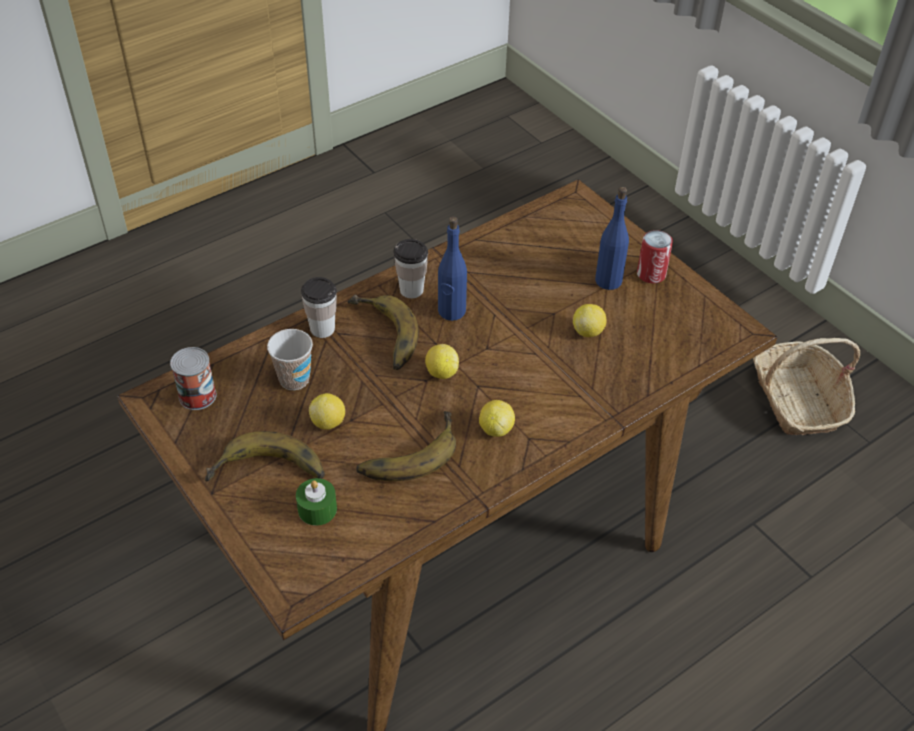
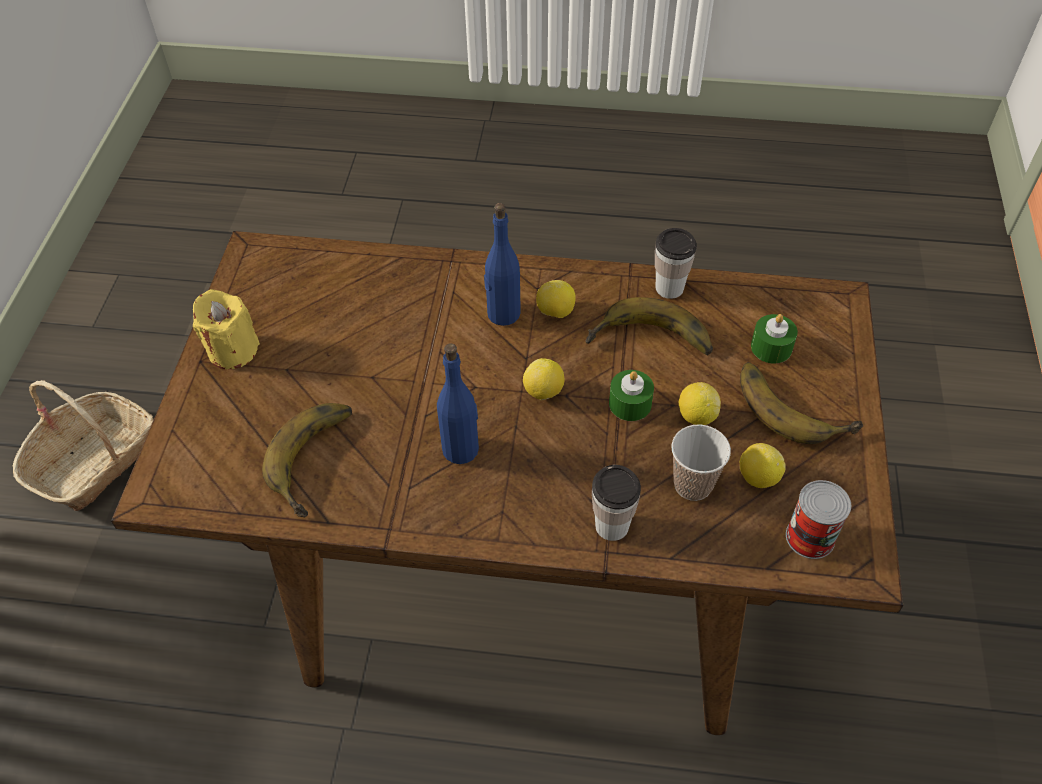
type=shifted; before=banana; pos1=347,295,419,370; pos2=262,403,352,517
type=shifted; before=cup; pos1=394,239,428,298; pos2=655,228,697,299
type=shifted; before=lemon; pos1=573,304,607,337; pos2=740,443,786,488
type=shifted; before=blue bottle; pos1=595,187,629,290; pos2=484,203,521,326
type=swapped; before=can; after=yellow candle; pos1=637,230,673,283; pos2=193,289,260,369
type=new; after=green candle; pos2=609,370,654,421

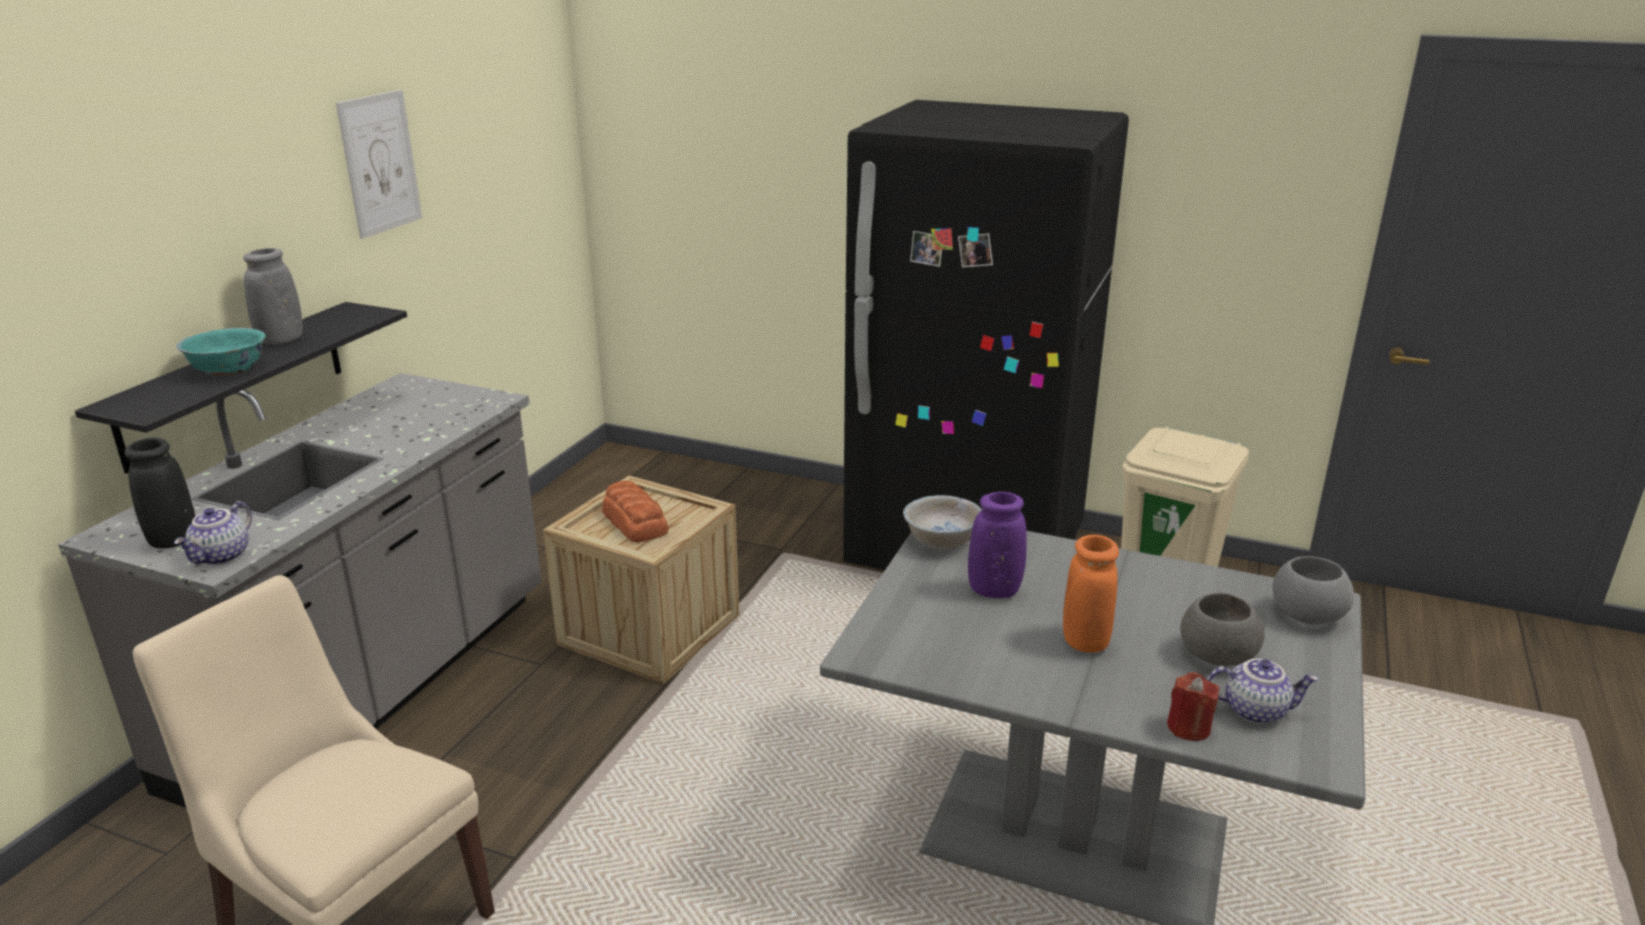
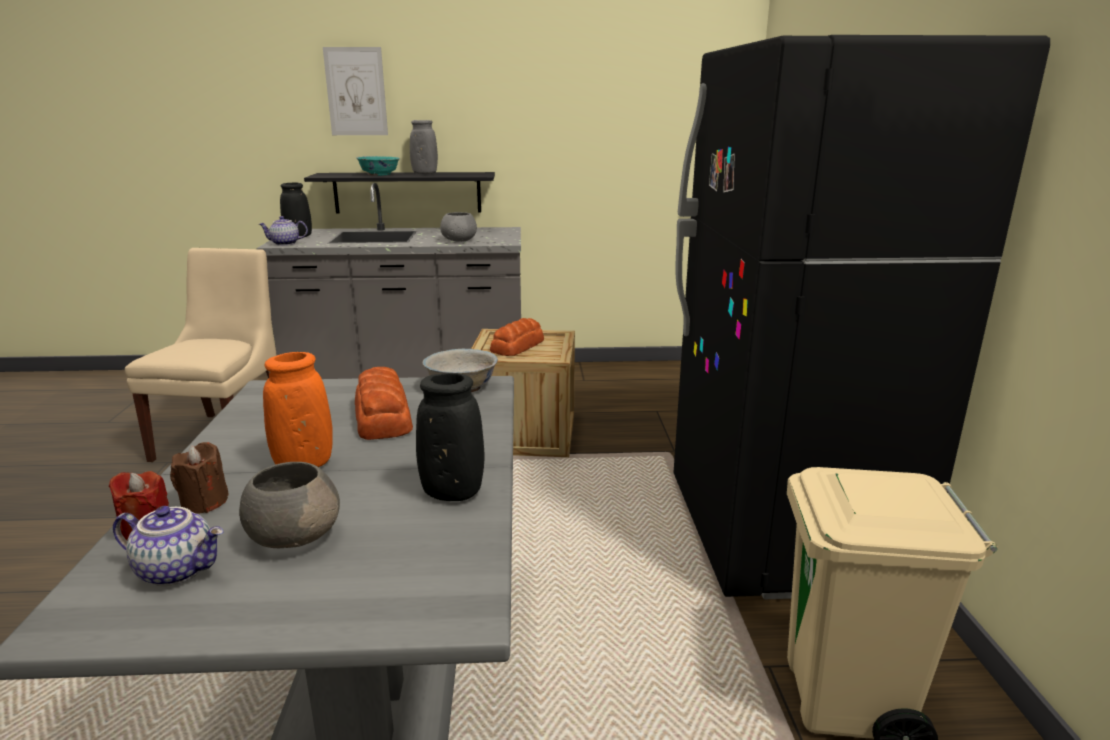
type=shifted; before=picture; pos1=336,90,422,239; pos2=323,47,388,135
type=swapped; before=purple vase; after=bread; pos1=968,492,1027,598; pos2=355,367,413,440
type=rotated; before=teapot; pos1=1207,659,1319,724; pos2=113,506,224,586; turn=-60
type=shifted; before=grey bowl; pos1=1273,556,1354,624; pos2=440,212,477,242
type=new; after=brown candle; pos2=170,442,229,514
type=new; after=black vase; pos2=416,373,485,501

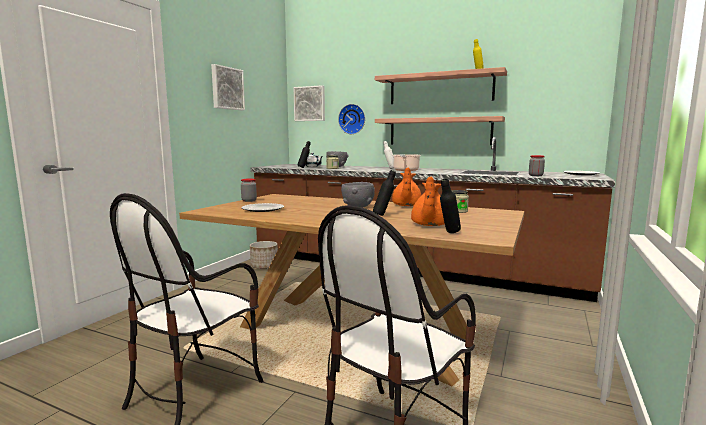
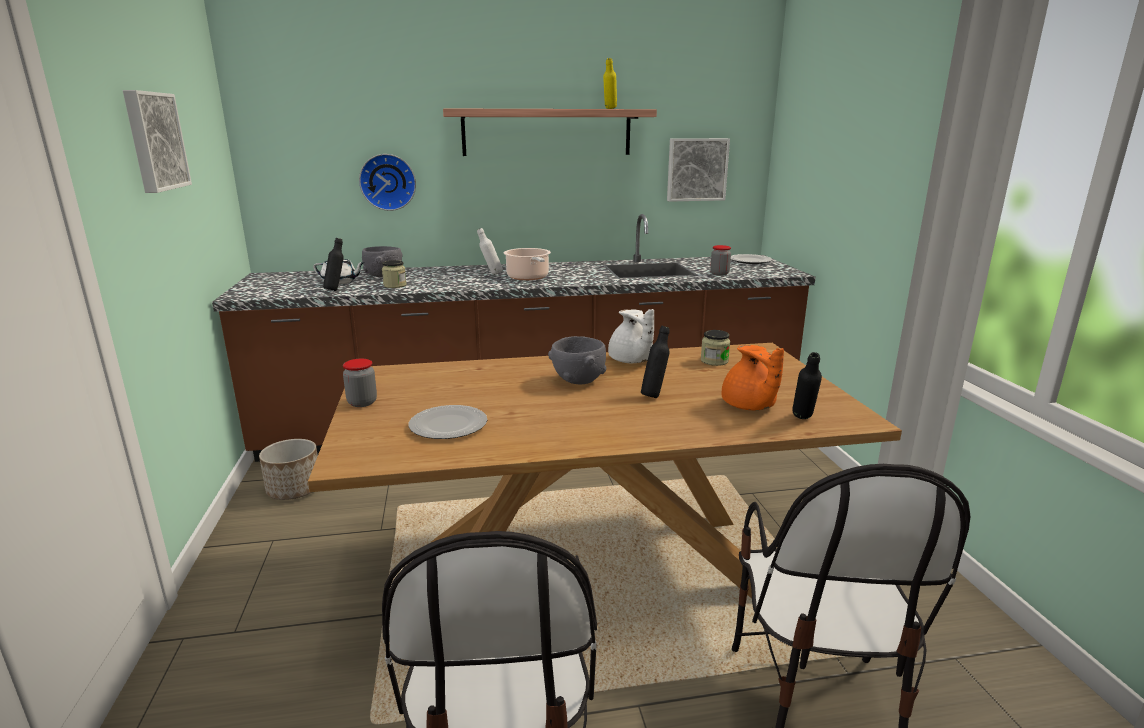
type=shifted; before=picture; pos1=293,85,325,121; pos2=667,138,730,202
type=gone; before=shelf; pos1=375,116,505,145
type=repainted; before=orange teapot; after=white teapot; pos1=392,167,421,206; pos2=608,309,654,363

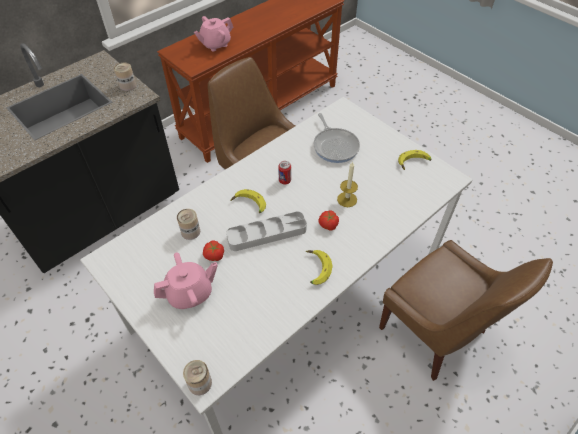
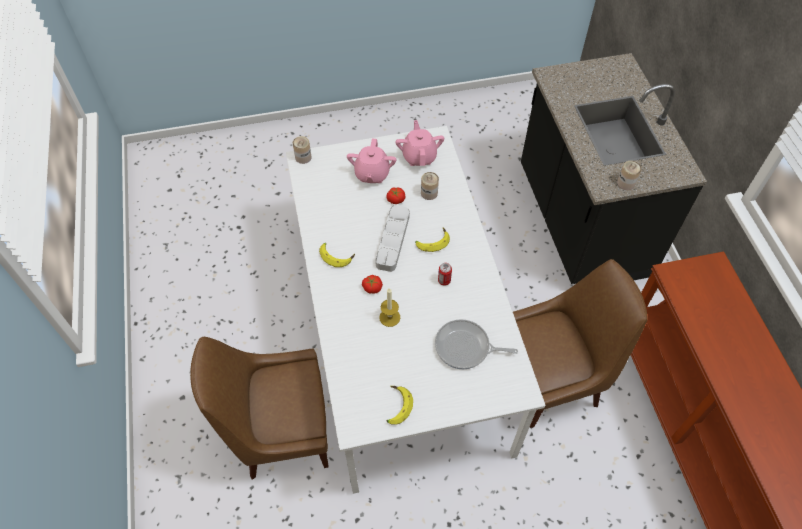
type=shifted; before=pink teapot; pos1=194,16,233,52; pos2=395,120,444,166

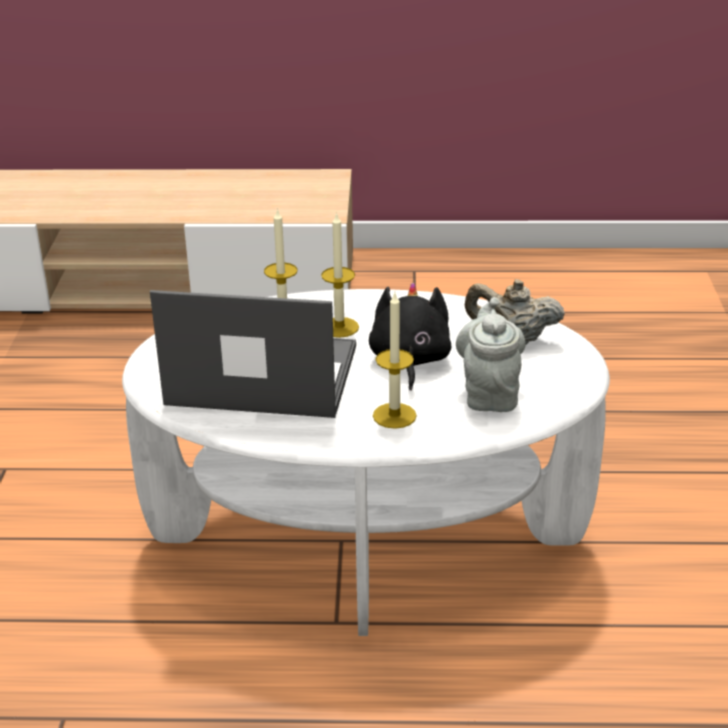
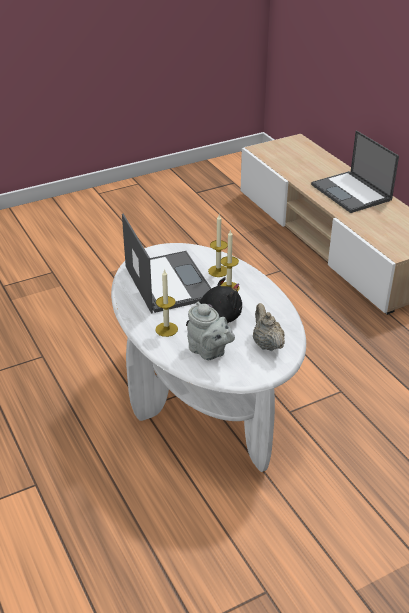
type=rotated; before=grey teapot; pos1=456,297,526,412; pos2=187,302,235,360; turn=75
type=new; after=laptop; pos2=311,130,399,213

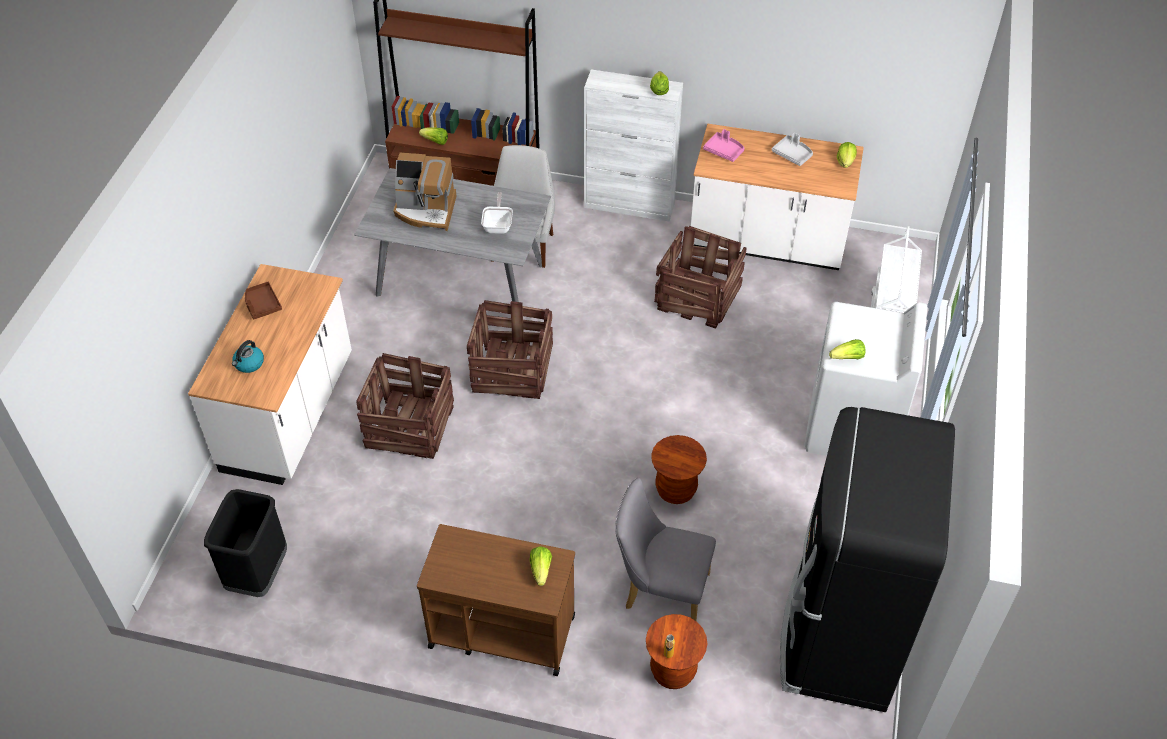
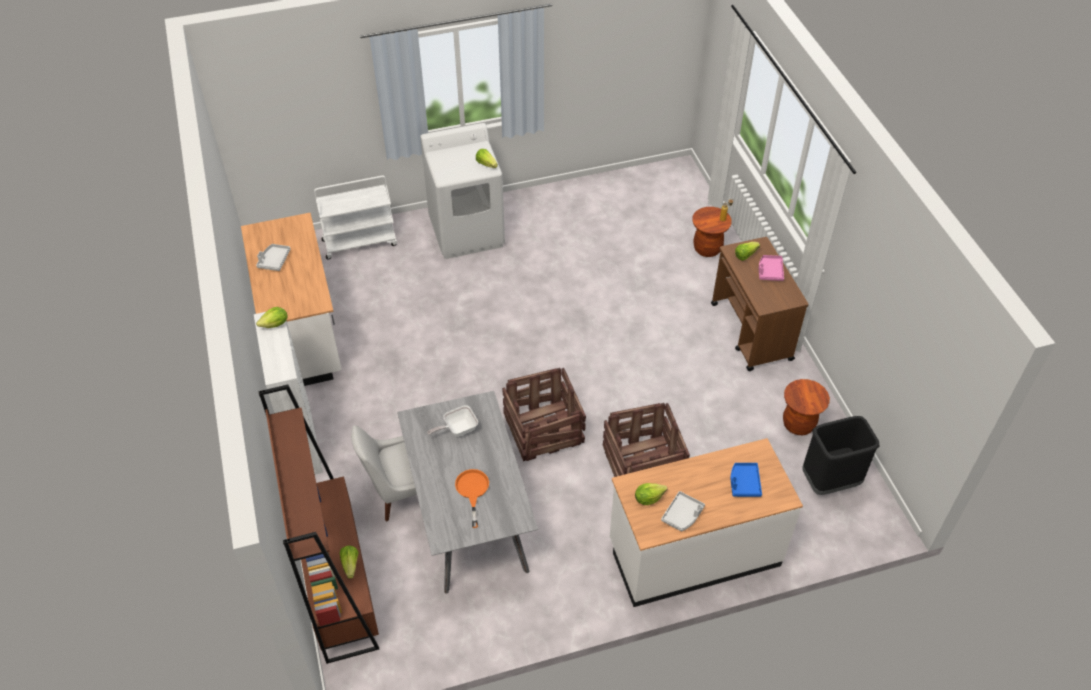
type=swapped; before=kettle; after=blue tray; pos1=232,340,264,373; pos2=731,463,762,497
type=repainted; before=brown tray; after=grey tray; pos1=245,282,282,319; pos2=661,491,705,531
type=swapped; before=coffee machine; after=orange frying pan; pos1=393,153,456,231; pos2=455,469,489,528
type=gone; before=grey chair; pos1=615,478,716,621
type=shifted; before=brown stool; pos1=651,435,707,504; pos2=783,379,830,435
type=gone; before=crate; pos1=654,226,747,329
type=shifted; before=pink tray; pos1=703,129,744,162; pos2=759,255,784,281
type=gone; before=black fridge; pos1=780,407,955,712
type=shifted; before=lettuce; pos1=837,142,857,168; pos2=635,483,667,505

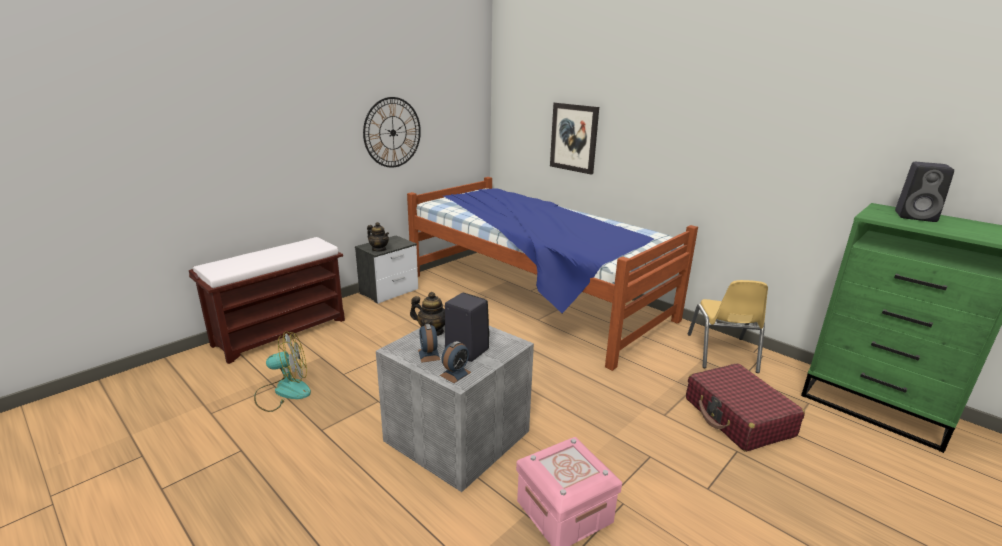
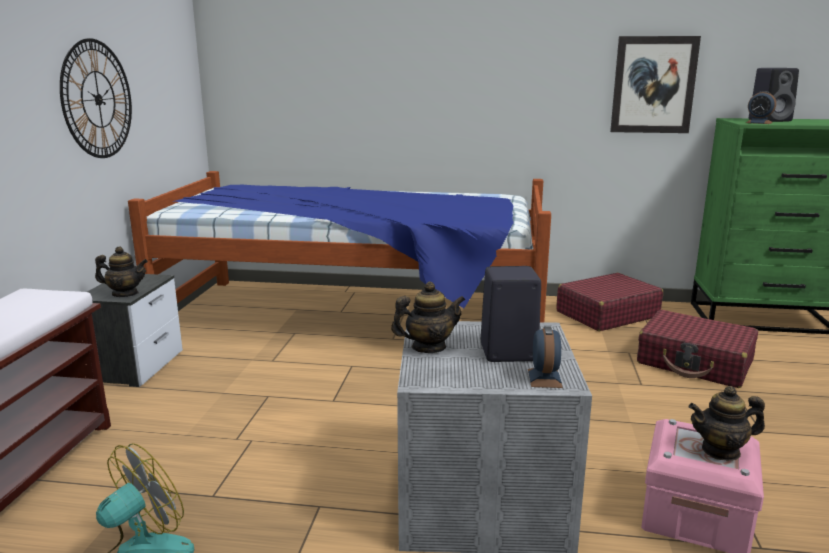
type=shifted; before=alarm clock; pos1=418,324,440,363; pos2=746,91,776,124
type=shifted; before=picture; pos1=550,102,599,175; pos2=610,36,701,133
type=swapped; before=yellow chair; after=red suitcase; pos1=688,280,768,373; pos2=556,273,663,331
type=new; after=teapot; pos2=689,386,765,461

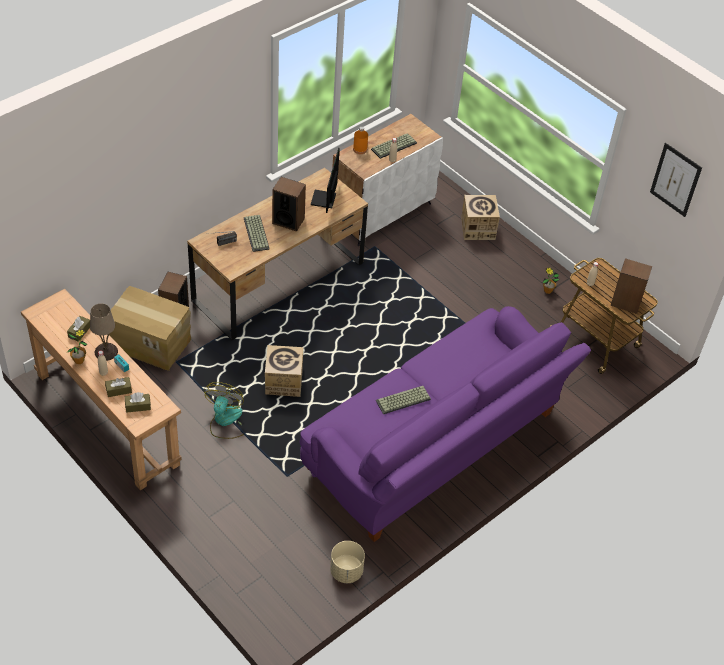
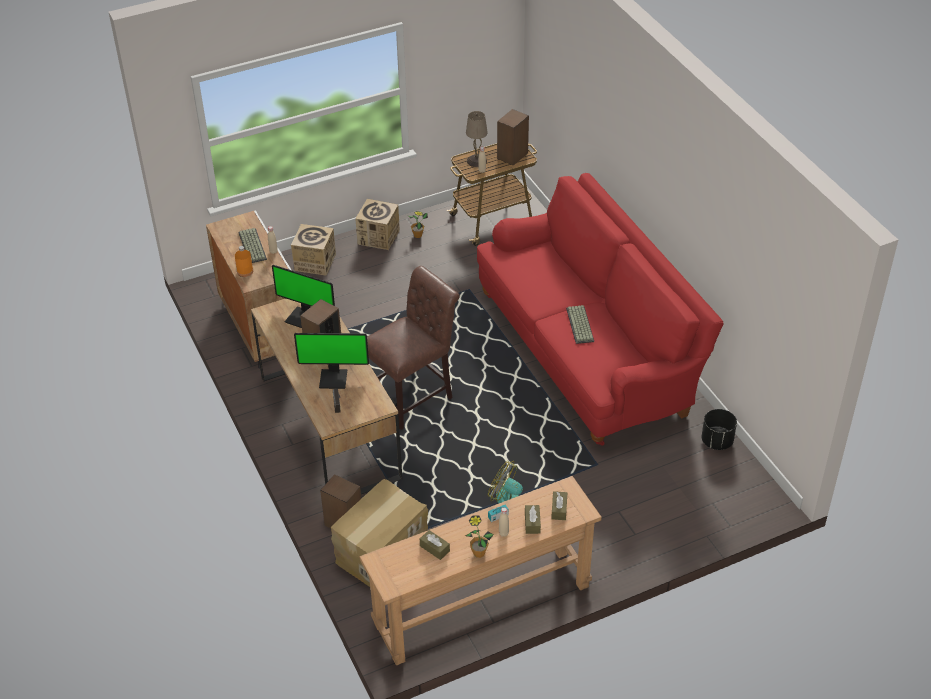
type=shifted; before=beige table lamp; pos1=90,303,118,361; pos2=466,111,488,167
type=swapped; before=keyboard; after=monitor; pos1=244,215,270,252; pos2=294,333,369,389
type=shifted; before=cardboard box; pos1=265,345,303,397; pos2=355,199,400,250
type=repainted; before=purple sofa; after=red sofa; pos1=300,306,591,542; pos2=477,173,723,446
type=repainted; before=beige planter; after=black planter; pos1=330,541,365,583; pos2=702,409,737,450
type=gone; before=picture; pos1=650,143,702,217
type=new; after=brown chair; pos2=367,266,460,430

